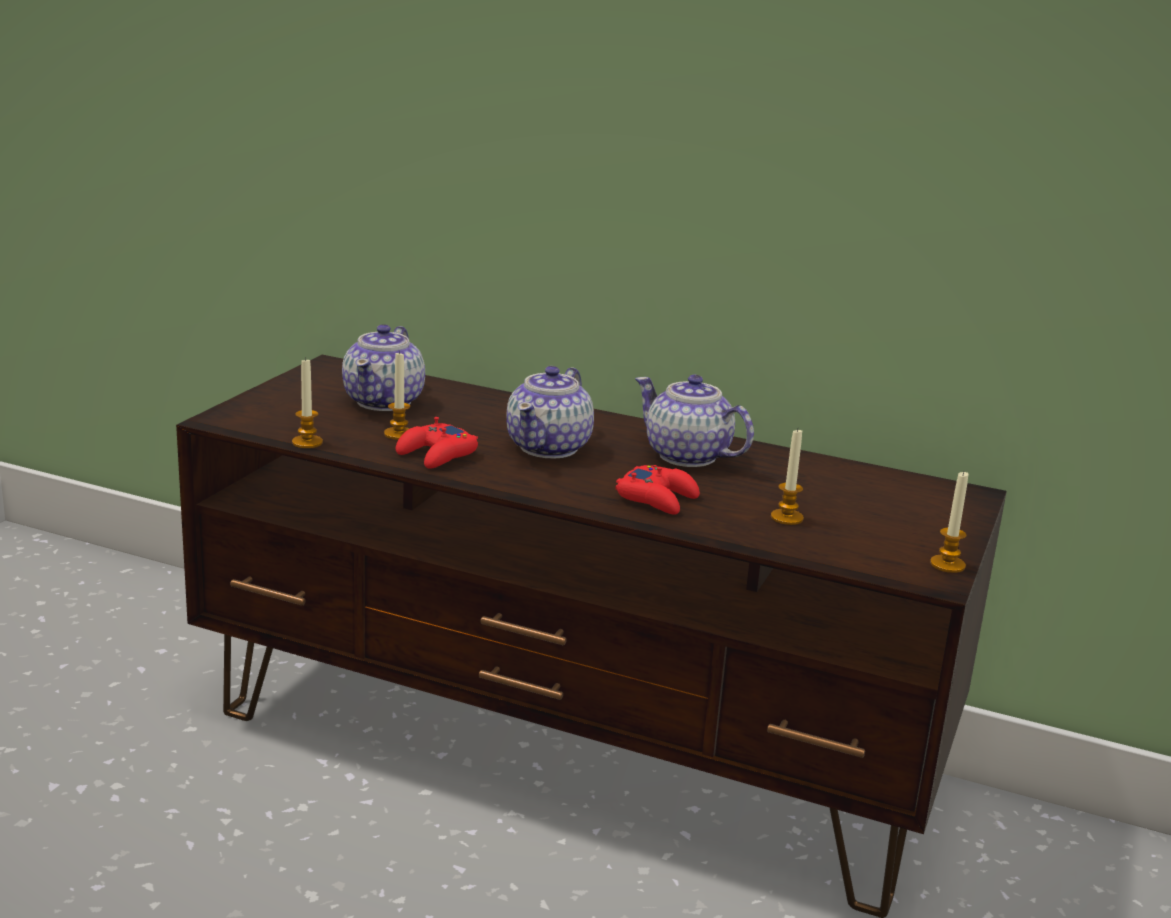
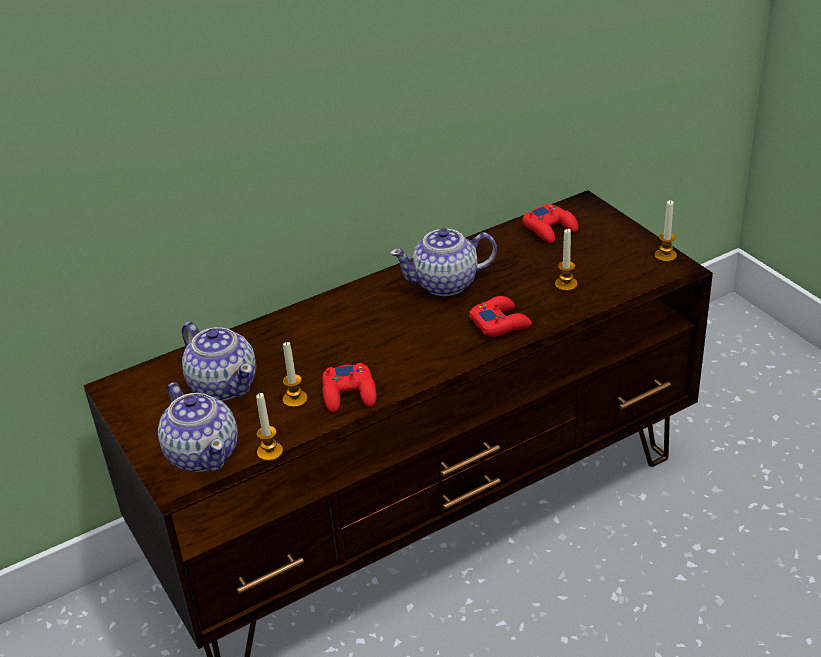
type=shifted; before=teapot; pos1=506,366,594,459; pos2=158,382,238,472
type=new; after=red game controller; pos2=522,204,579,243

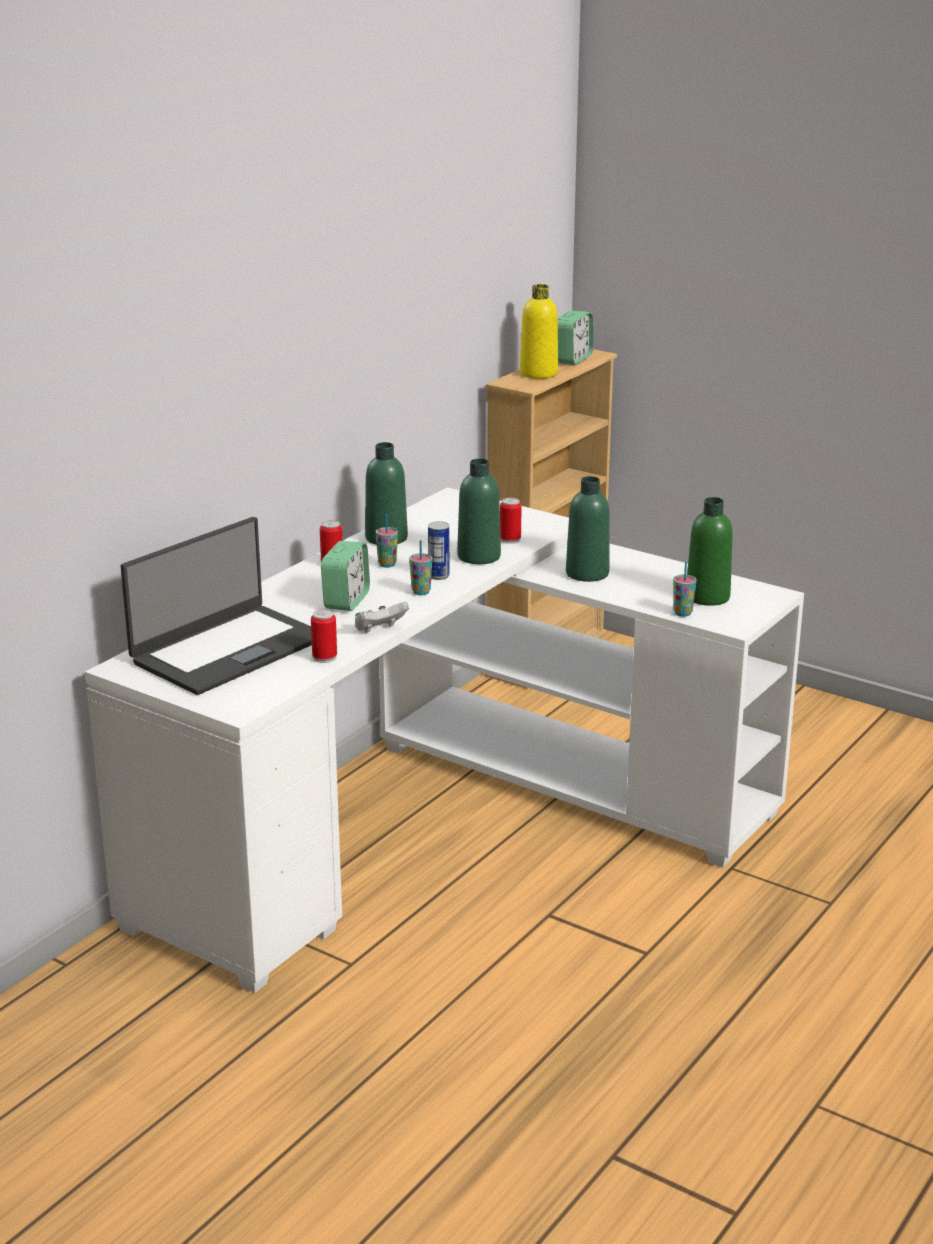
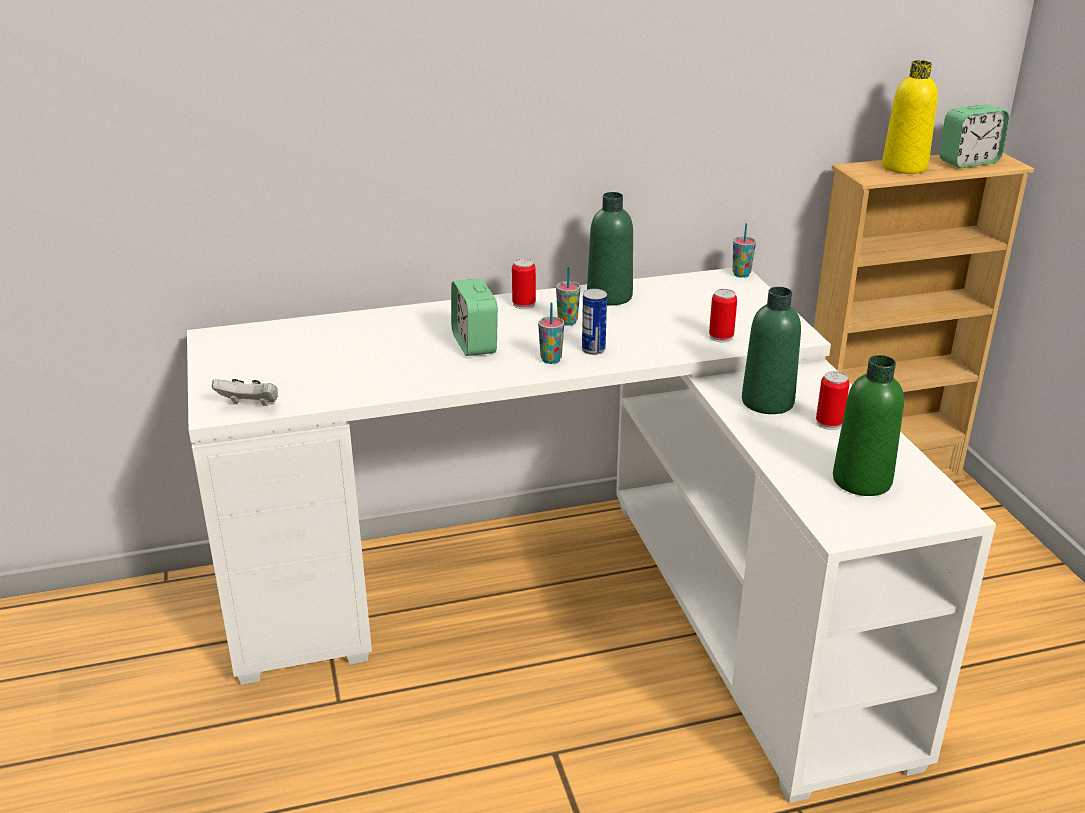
type=gone; before=laptop; pos1=121,517,312,695
type=shifted; before=can; pos1=311,609,337,663; pos2=816,371,850,430
type=rotated; before=alarm clock; pos1=321,541,370,611; pos2=451,279,498,356; turn=105
type=shifted; before=white game controller; pos1=355,601,409,633; pos2=212,379,278,406
type=gone; before=green bottle; pos1=457,459,501,564
type=shifted; before=cup; pos1=673,562,697,617; pos2=733,223,756,278

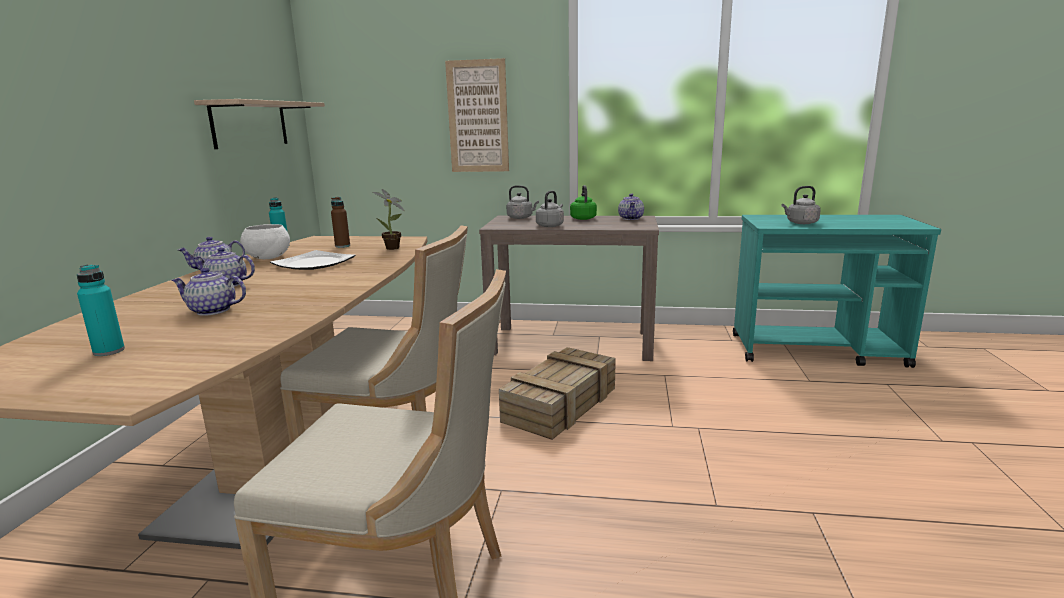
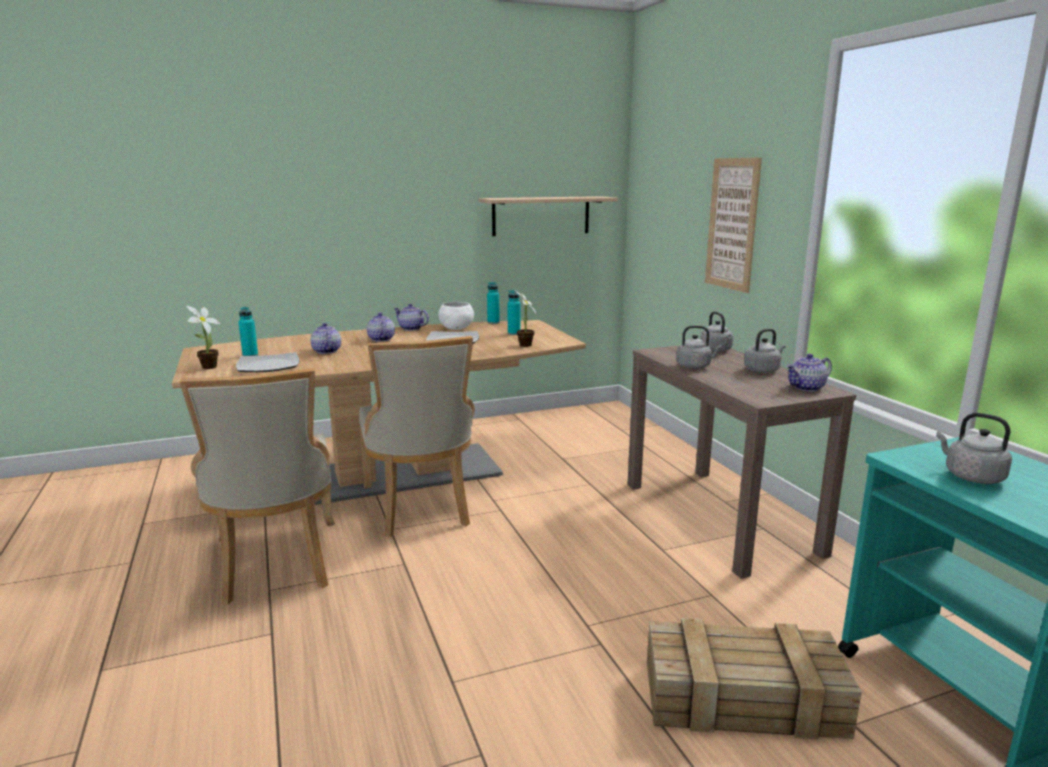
type=repainted; before=brown bottle; after=turquoise bottle; pos1=331,197,350,248; pos2=508,290,521,335
type=shifted; before=crate; pos1=499,347,616,440; pos2=647,618,862,740
type=repainted; before=green kettle; after=grey kettle; pos1=570,185,597,220; pos2=744,329,786,373
type=new; after=potted plant; pos2=186,306,221,369
type=new; after=plate; pos2=236,352,299,372

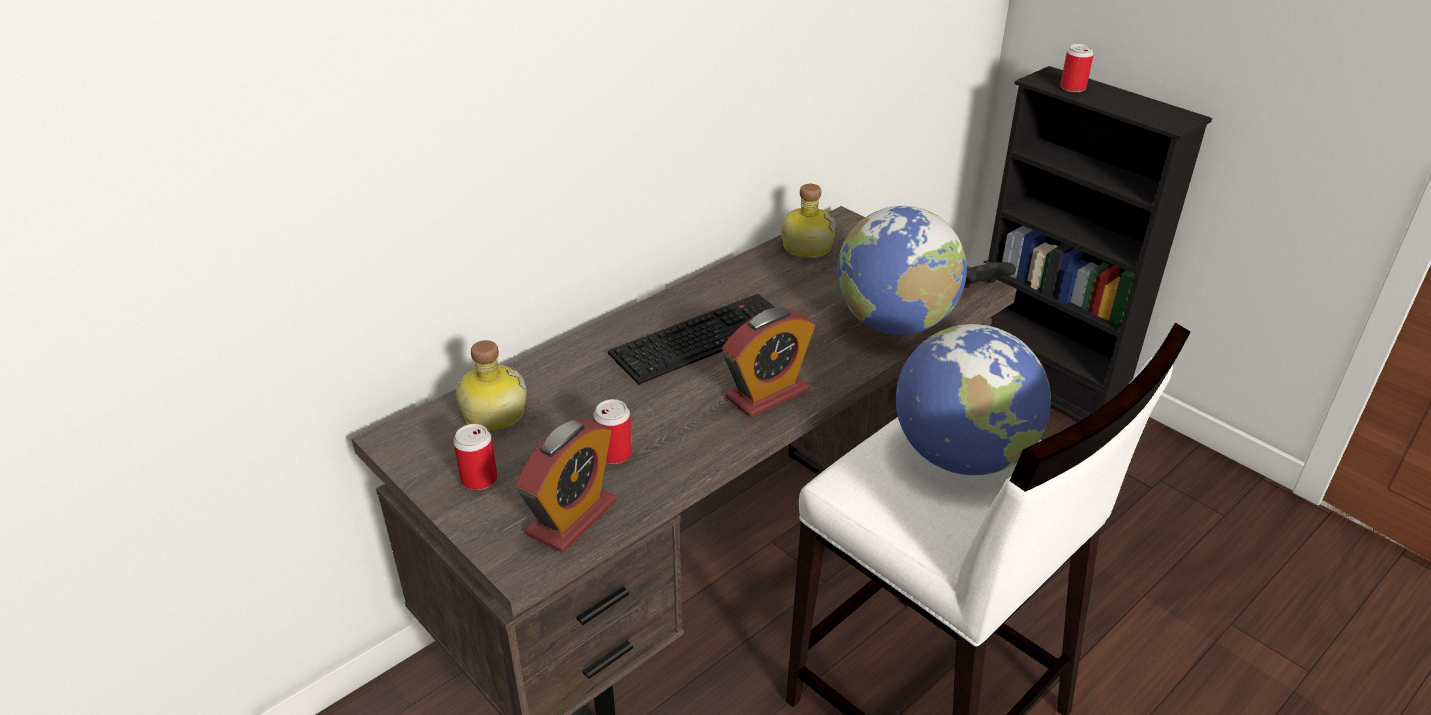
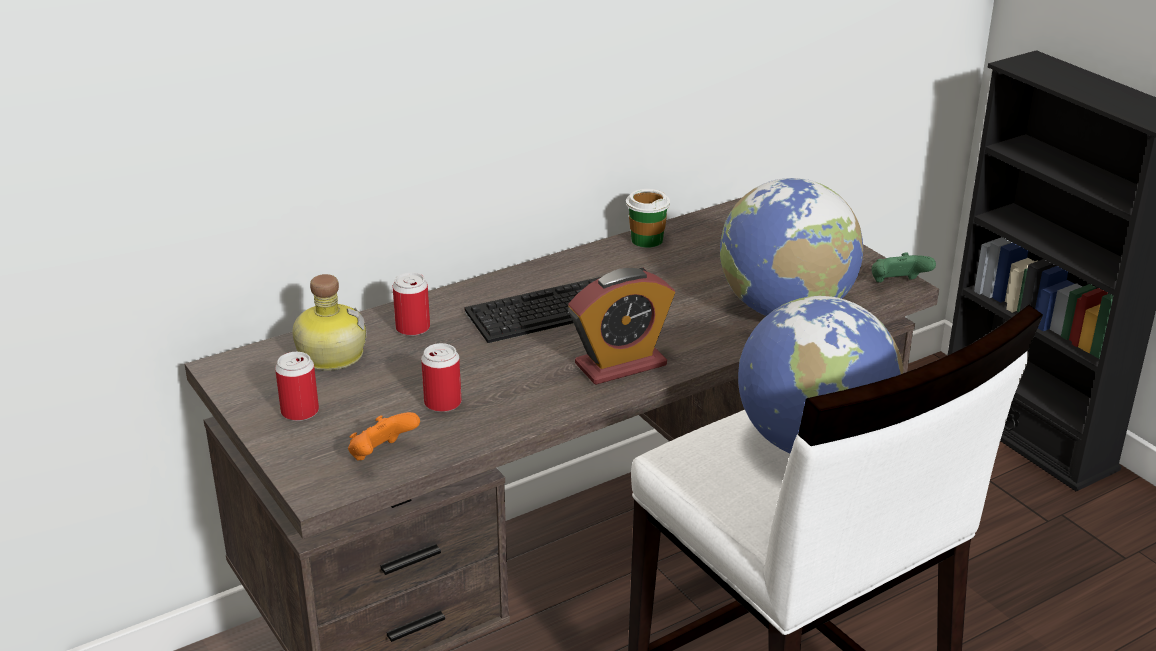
type=swapped; before=alarm clock; after=orange game controller; pos1=516,418,616,553; pos2=348,412,420,461
type=gone; before=bottle; pos1=781,184,836,258
type=repainted; before=black game controller; after=green game controller; pos1=964,260,1016,288; pos2=872,252,936,282
type=shifted; before=can; pos1=1060,44,1094,92; pos2=392,272,430,336
type=new; after=cup; pos2=626,189,670,248

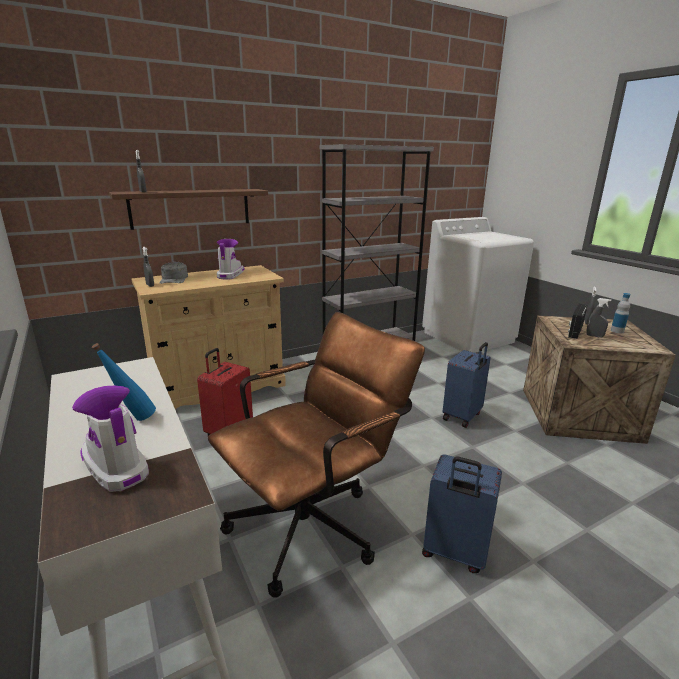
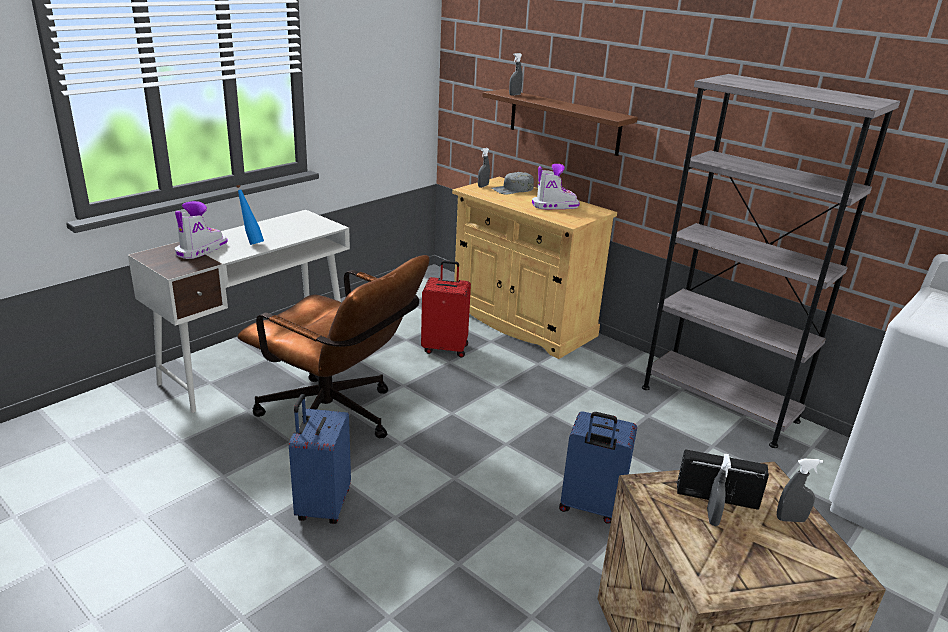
type=gone; before=bottle; pos1=611,293,630,333

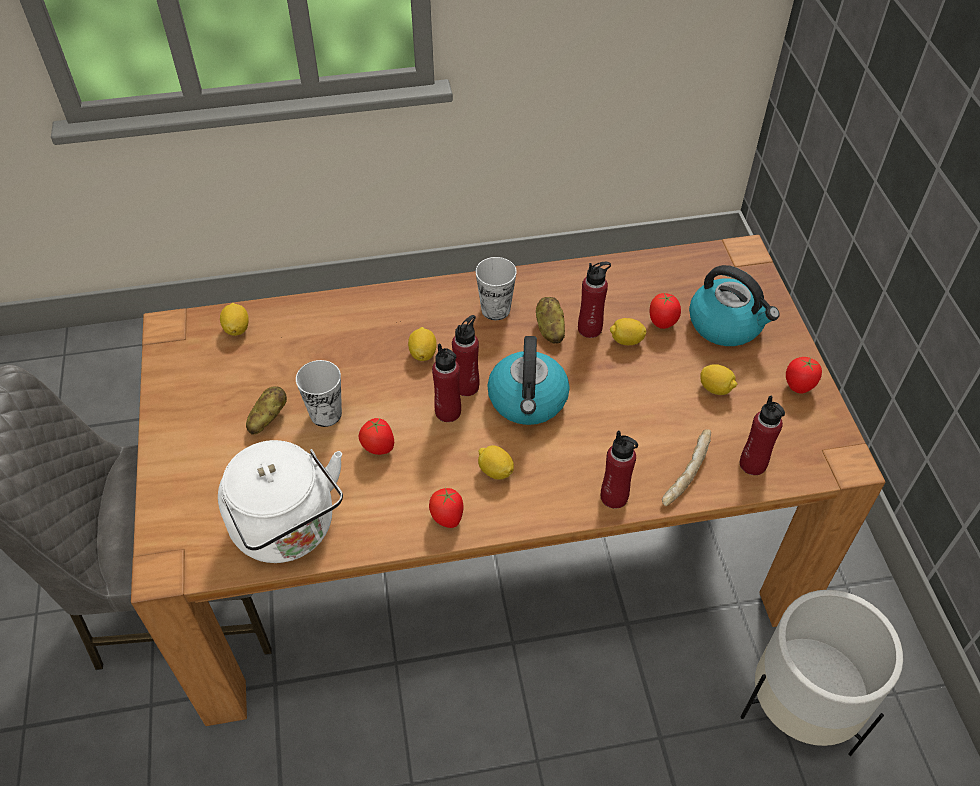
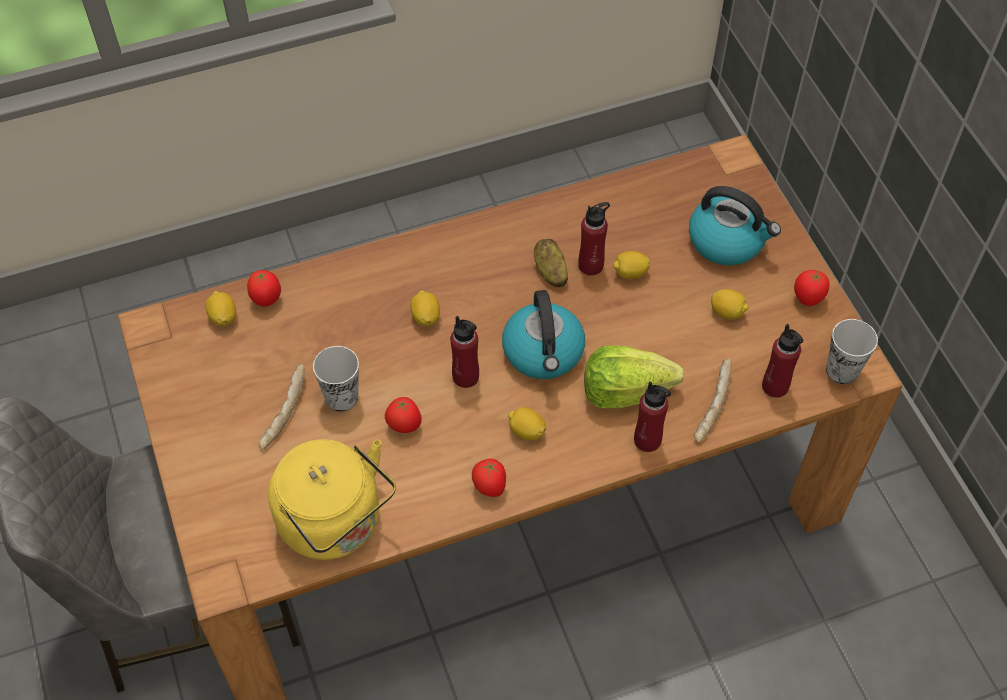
type=repainted; before=white kettle; after=yellow kettle; pos1=218,440,343,563; pos2=268,439,396,560
type=swapped; before=potato; after=bread; pos1=246,386,287,434; pos2=259,364,305,449
type=gone; before=red bottle; pos1=452,315,479,396
type=shifted; before=cup; pos1=476,257,517,320; pos2=826,319,878,384
type=shifted; before=tomato; pos1=650,293,681,329; pos2=247,270,281,307
type=gone; before=white planter; pos1=741,590,903,756
type=new; after=lettuce; pos2=584,345,684,408

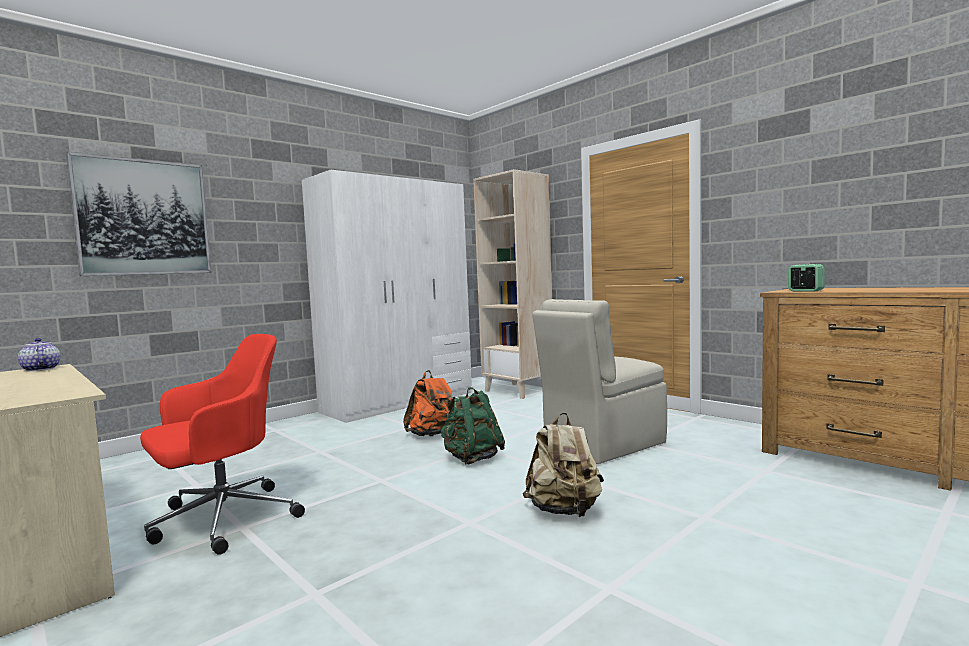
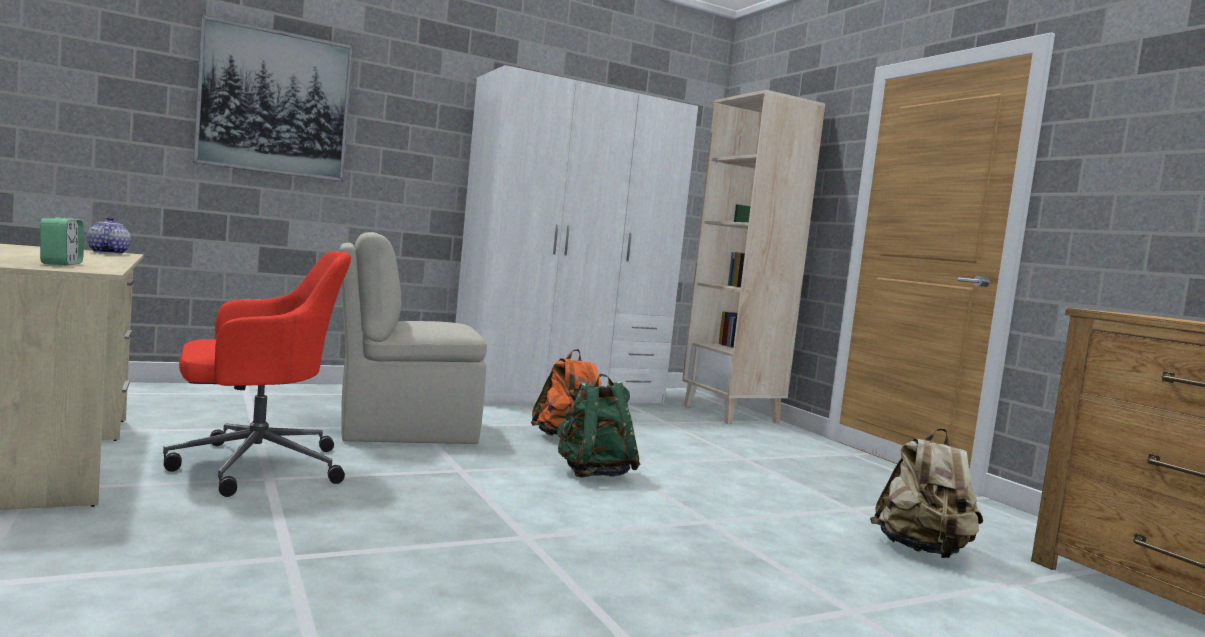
type=shifted; before=beige backpack; pos1=523,413,604,517; pos2=870,428,983,558
type=shifted; before=beige chair; pos1=532,299,667,464; pos2=339,232,487,444
type=shifted; before=alarm clock; pos1=788,264,824,292; pos2=40,217,83,266

